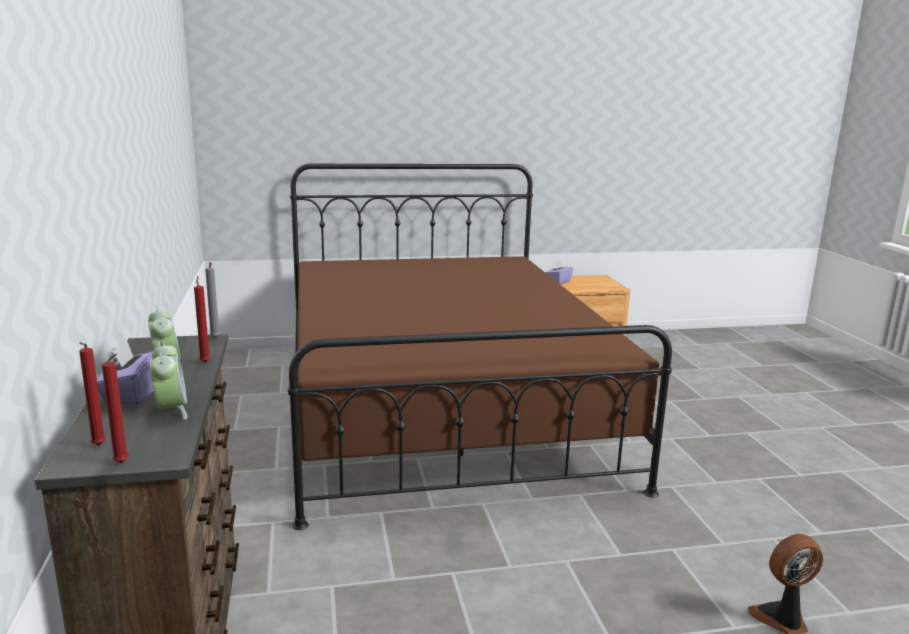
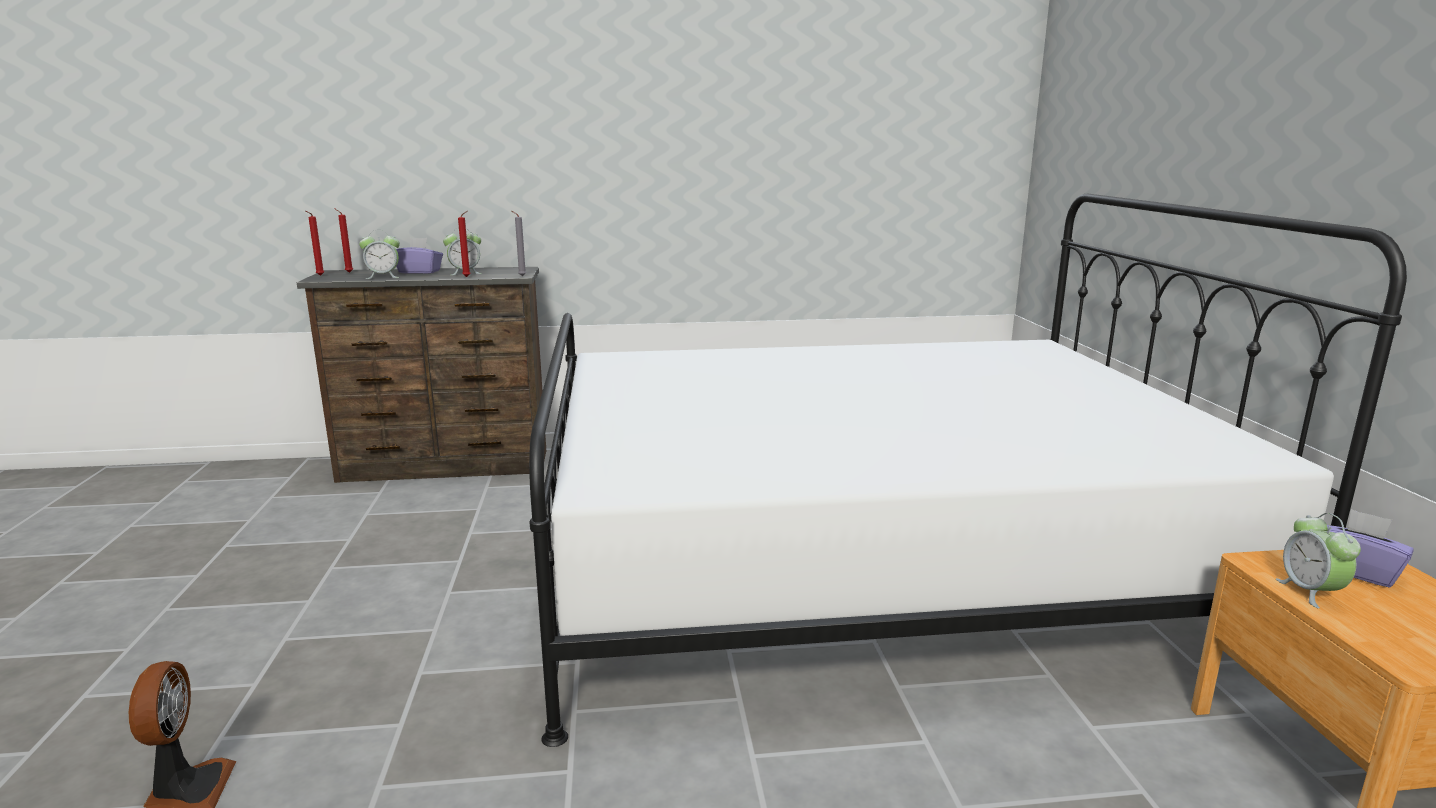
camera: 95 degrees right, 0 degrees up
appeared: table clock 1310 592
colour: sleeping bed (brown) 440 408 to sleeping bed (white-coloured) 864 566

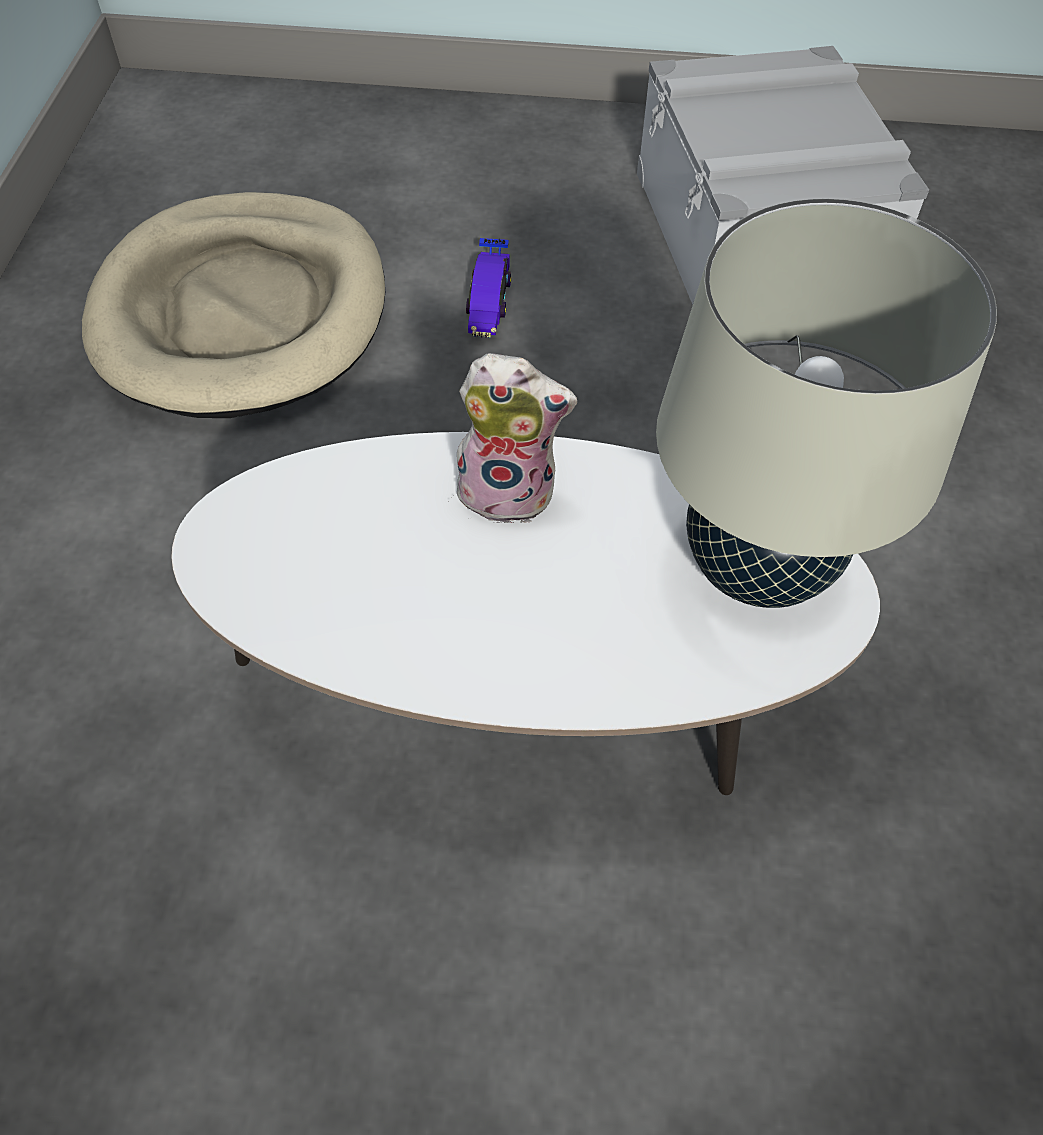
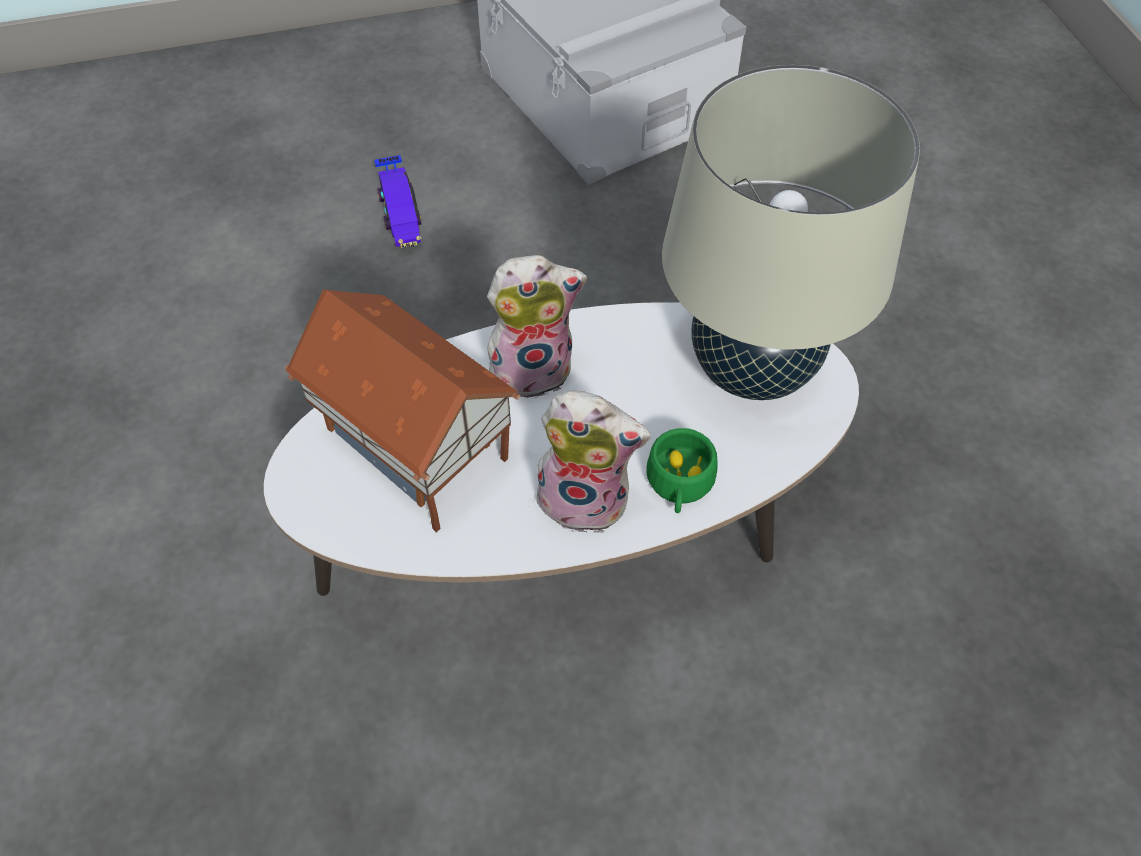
camera: 20 degrees left, 0 degrees up
missing: dog bed (beige-coloured) 242 312
appeared: miniature house 413 450; soft toy 586 498; drinking cup (greenish) 679 485

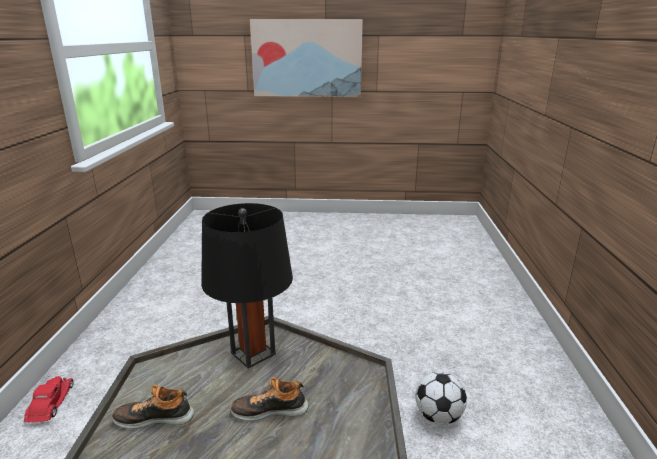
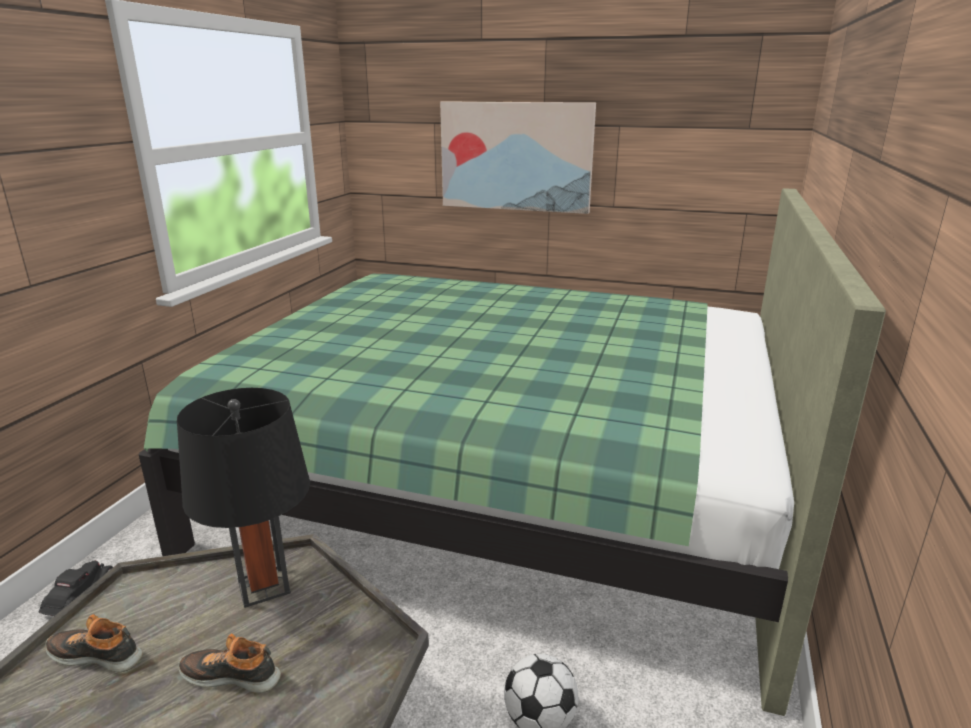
camera: 15 degrees right, 0 degrees up
appeared: sleeping bed (greenish) 505 478
colour: model car (red-coloured) 50 403 to model car (black-coloured) 78 594

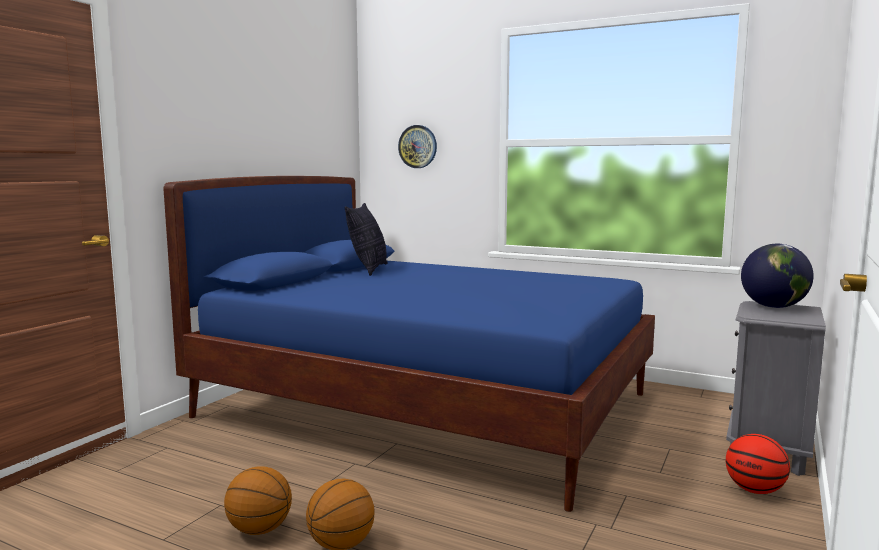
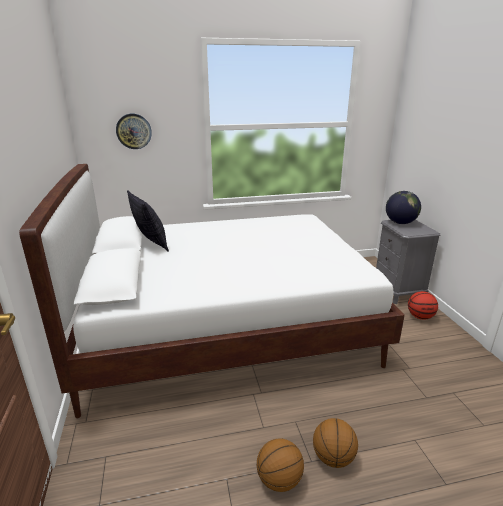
camera: 40 degrees left, 15 degrees up
colour: sleeping bed (blue-coloured) 427 405 to sleeping bed (white-coloured) 225 326

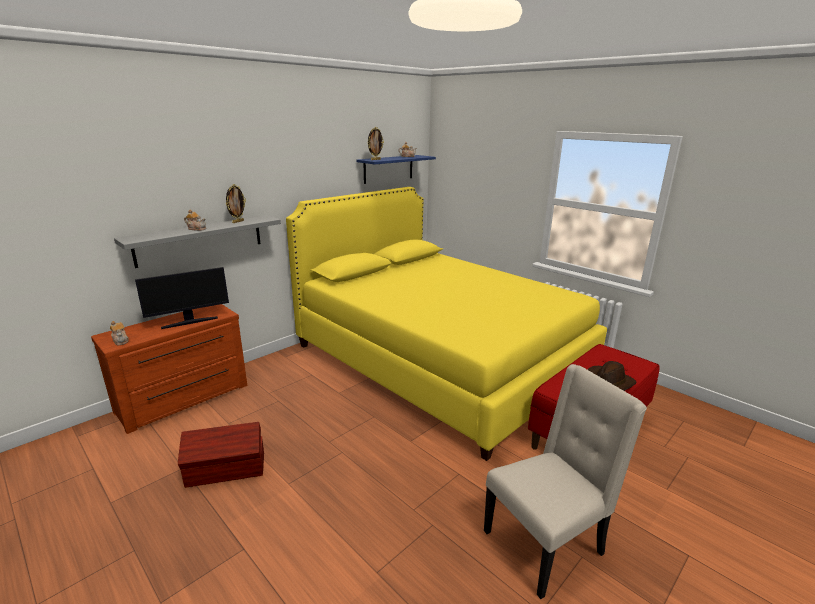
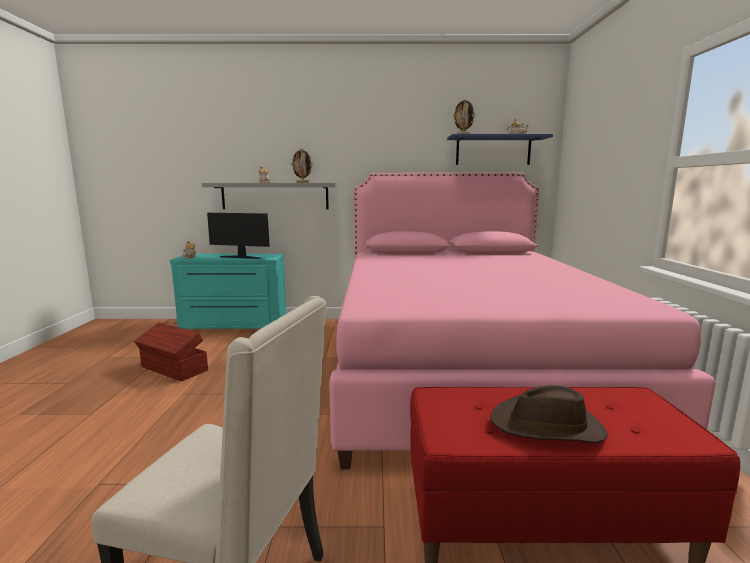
camera: 45 degrees right, 10 degrees down
colour: drawer chest (brown) 185 399 to drawer chest (turquoise-coloured) 233 325; sleeping bed (yellow-coloured) 440 359 to sleeping bed (pink) 464 368

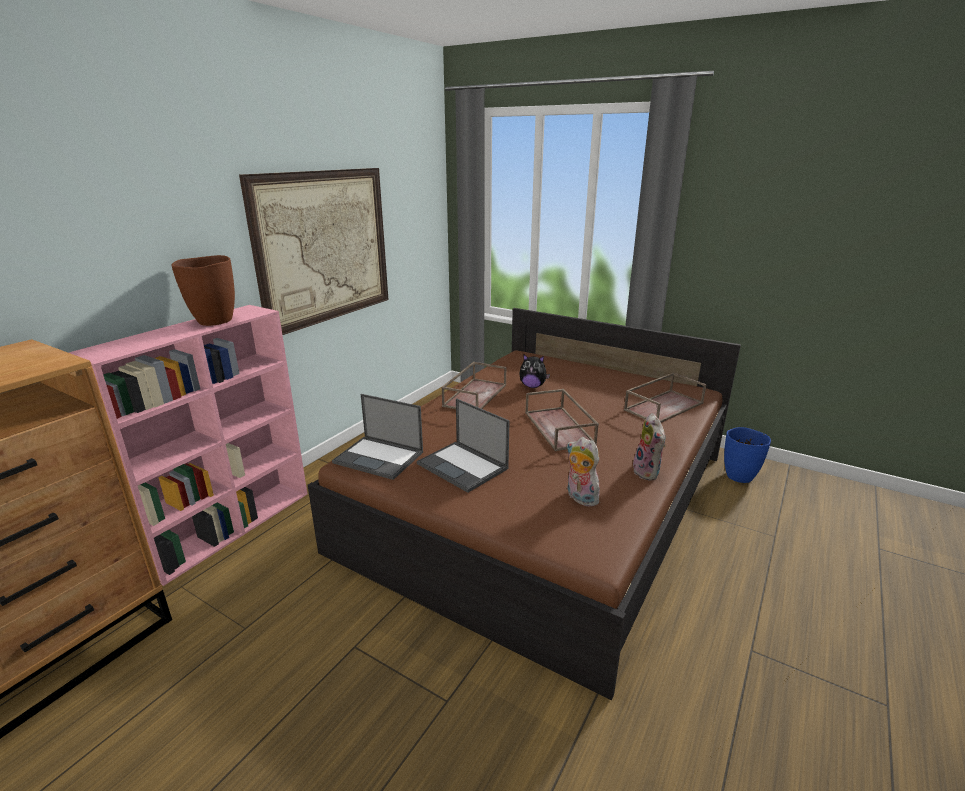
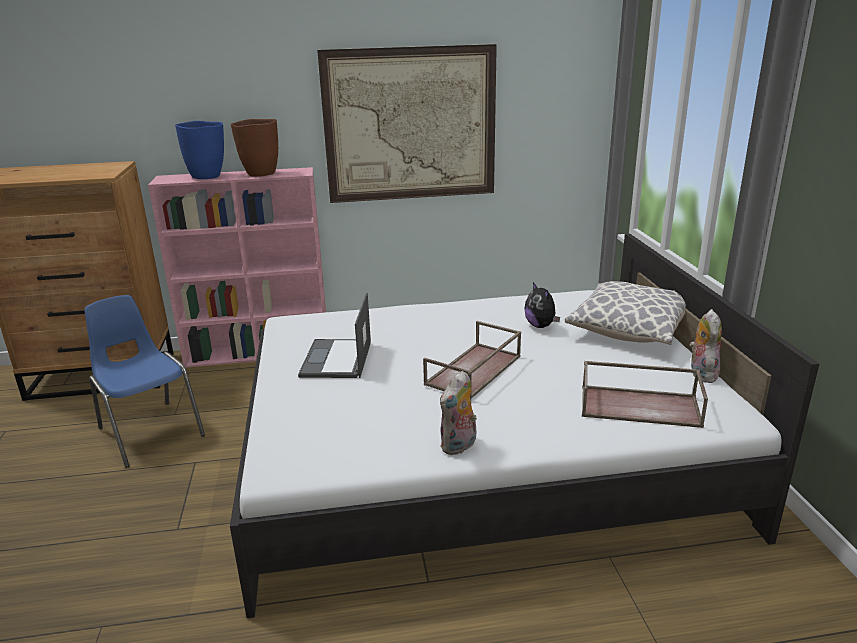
camera: 50 degrees right, 0 degrees up
missing: notebook computer 380 457; tray (brown) 475 395
appeared: upright chair (blue-coloured) 150 431; pillow 629 331
relocated: decorative vase (blue-coloured) 739 476 to 207 176; soft toy 579 498 to 700 373
colour: sleeping bed (brown) 543 500 to sleeping bed (white-coloured) 479 457

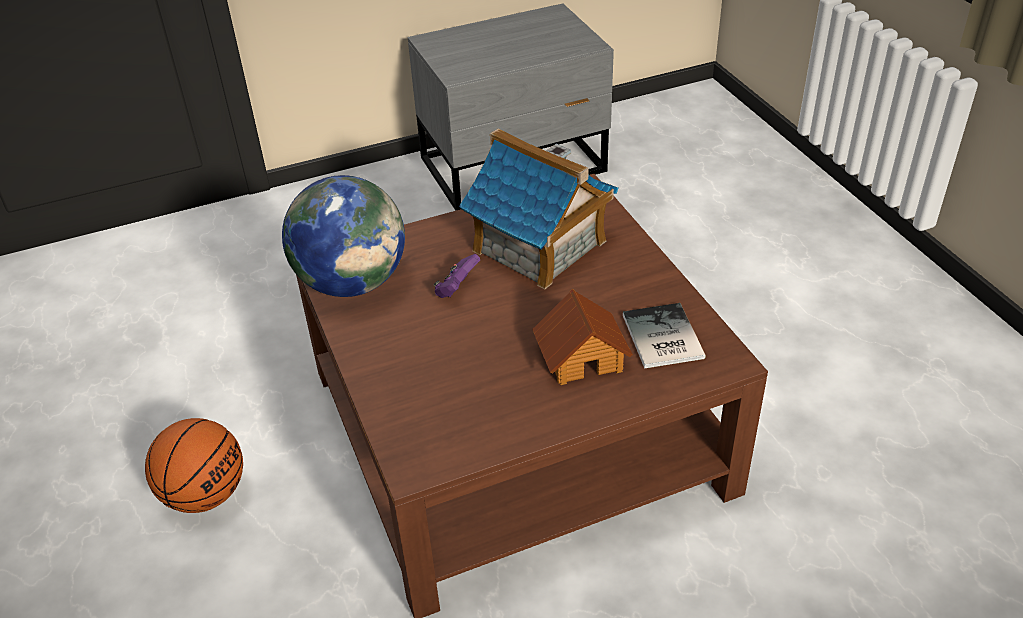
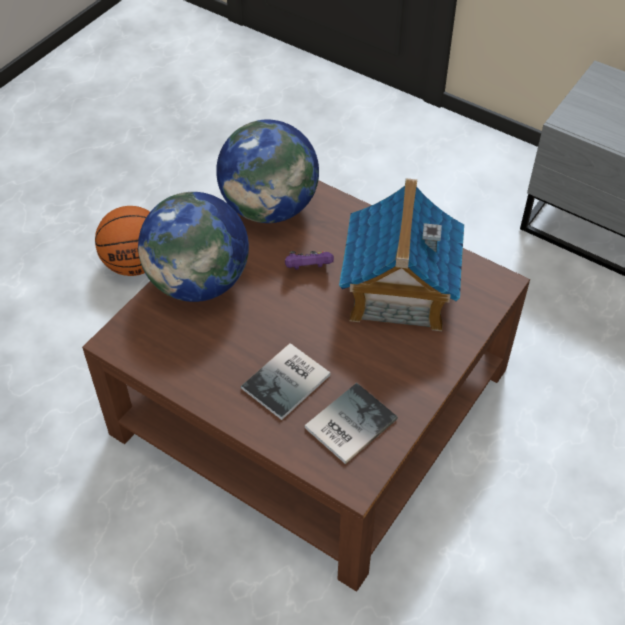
camera: 55 degrees right, 10 degrees up
appeared: globe 199 282
exchanged: miniature house 581 356 to bound book 289 381

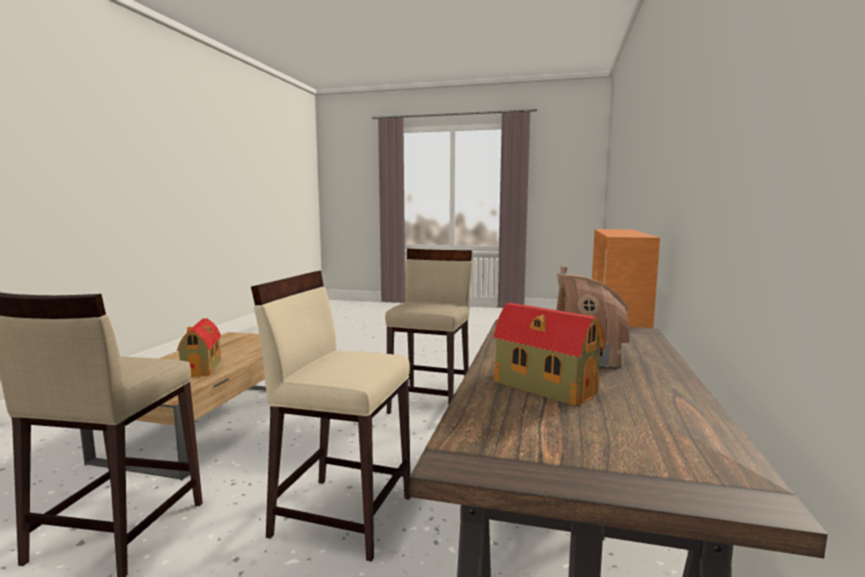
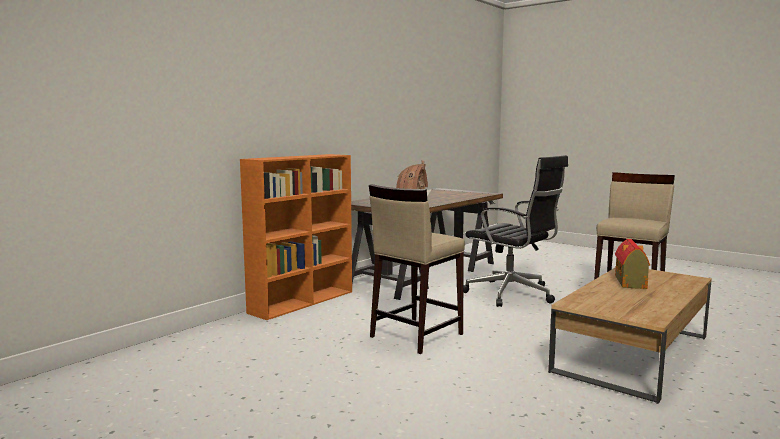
camera: 155 degrees left, 0 degrees up
missing: miniature house 542 386
exchanged: stool seat (beige-coloured) 342 514 to office chair (black-coloured) 512 294

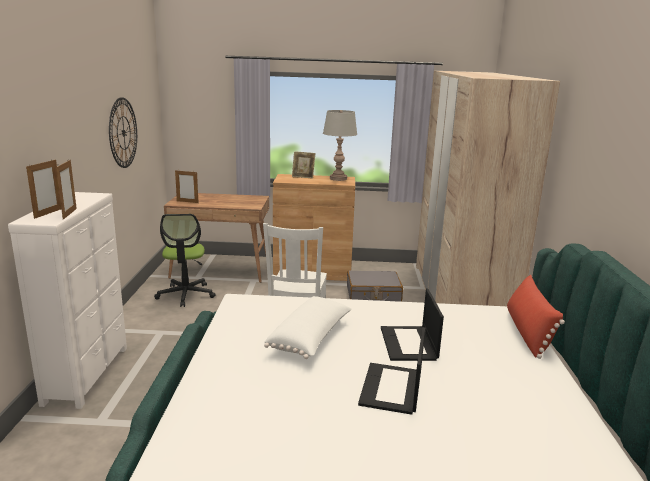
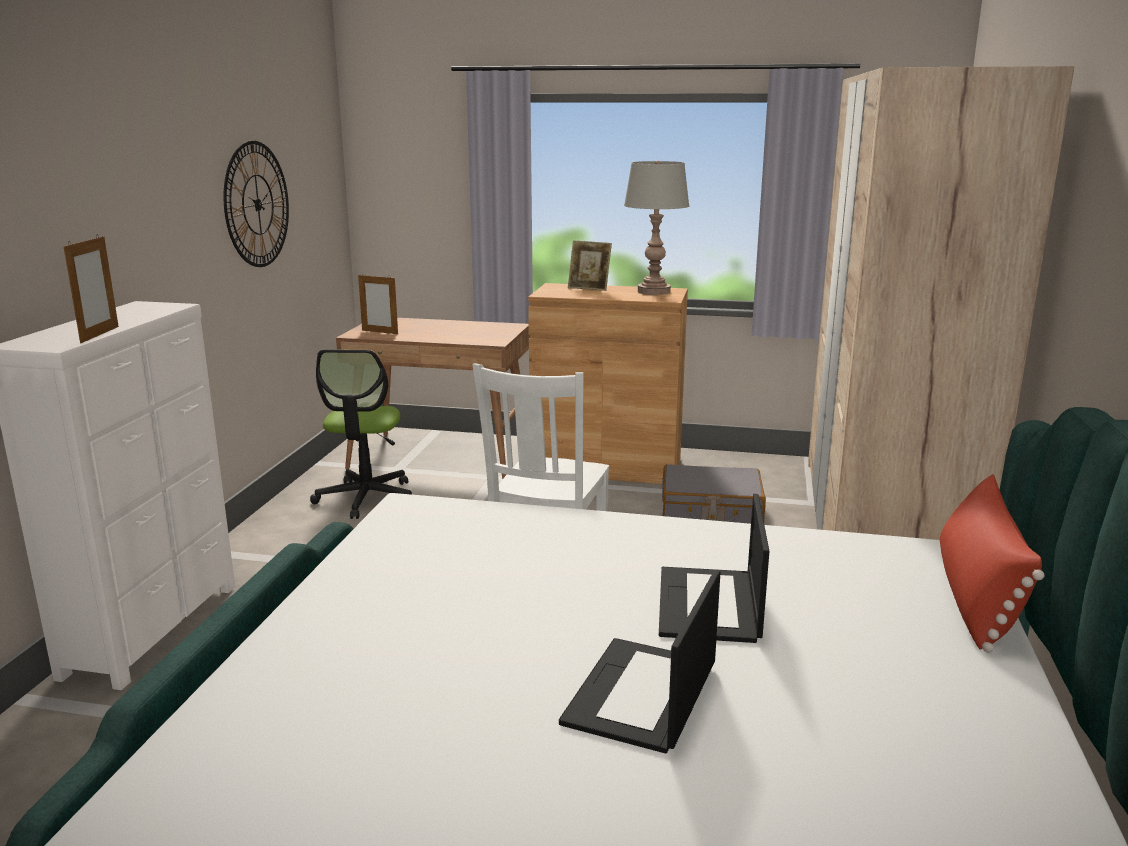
camera: 10 degrees right, 0 degrees up
missing: picture frame 48 213; pillow (white-coloured) 311 338

